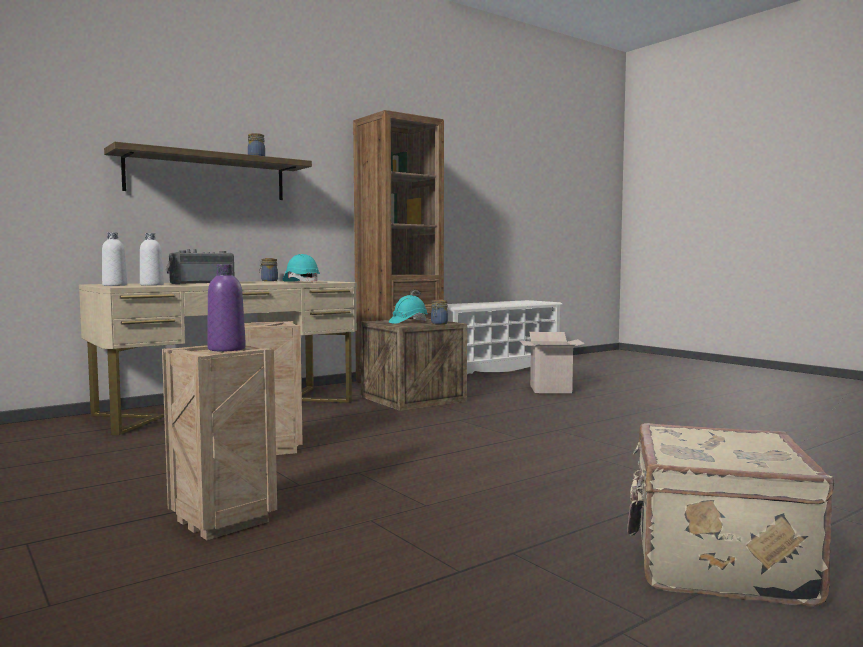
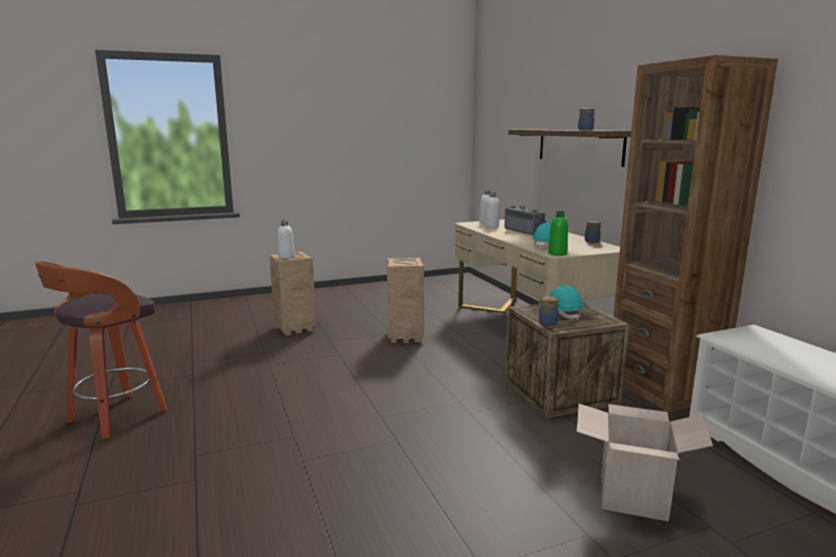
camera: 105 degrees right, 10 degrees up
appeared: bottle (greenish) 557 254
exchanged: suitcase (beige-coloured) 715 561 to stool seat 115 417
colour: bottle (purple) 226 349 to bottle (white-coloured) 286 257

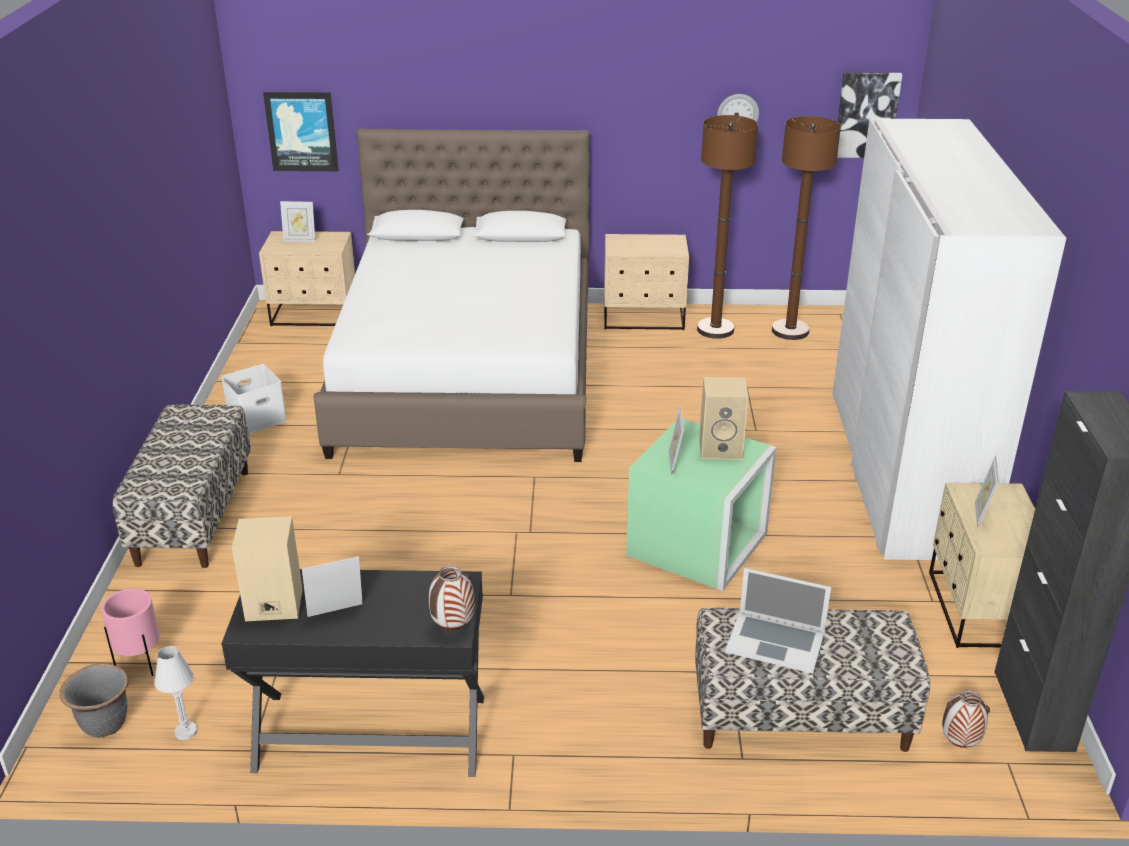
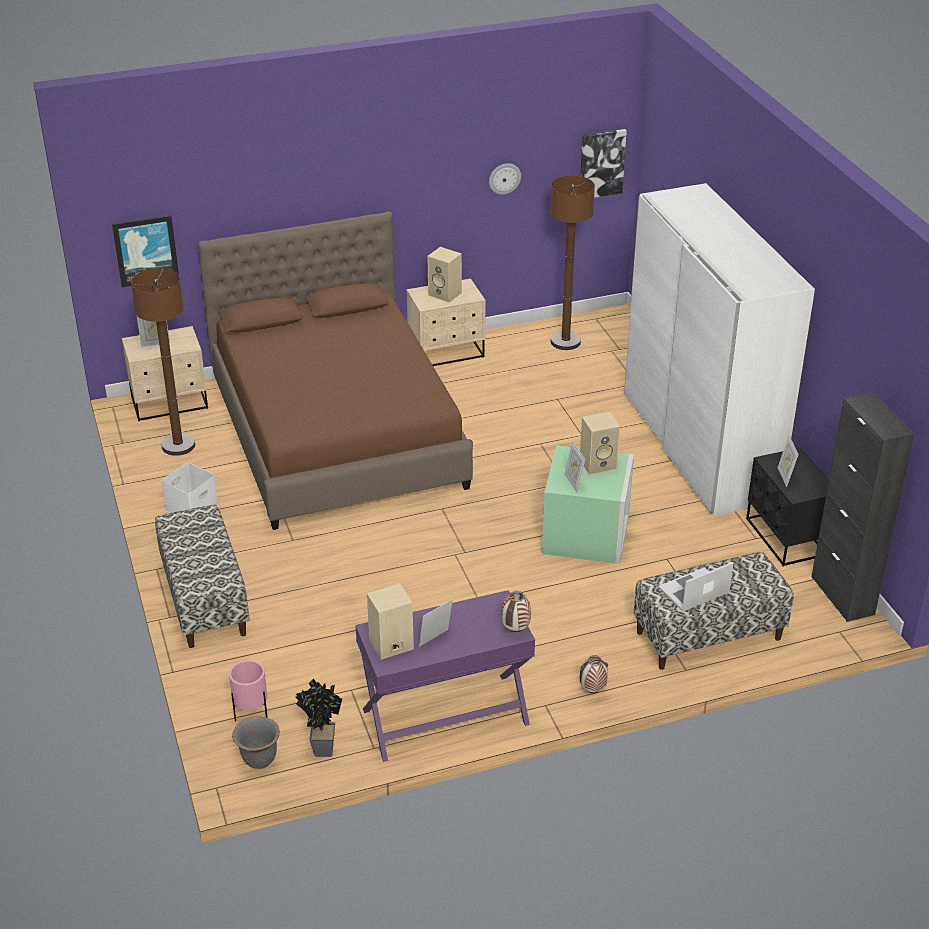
camera: 20 degrees left, 5 degrees up
appeared: loudspeaker (beige-coloured) 445 294
relocated: standard lamp (brown) 715 329 to 178 445; decorative vase 959 744 to 592 691
exchanged: lamp for a table (white-coloured) 186 732 to plant in a pot 320 748
colour: sleeping bed (white-coloured) 468 375 to sleeping bed (brown) 337 433; desk table (black-coloured) 370 734 to desk table (purple) 445 717; bedside table (beige-coloured) 976 610 to bedside table (black-coloured) 785 538
spun: notebook computer 775 641 = 694 590 150 degrees clockwise

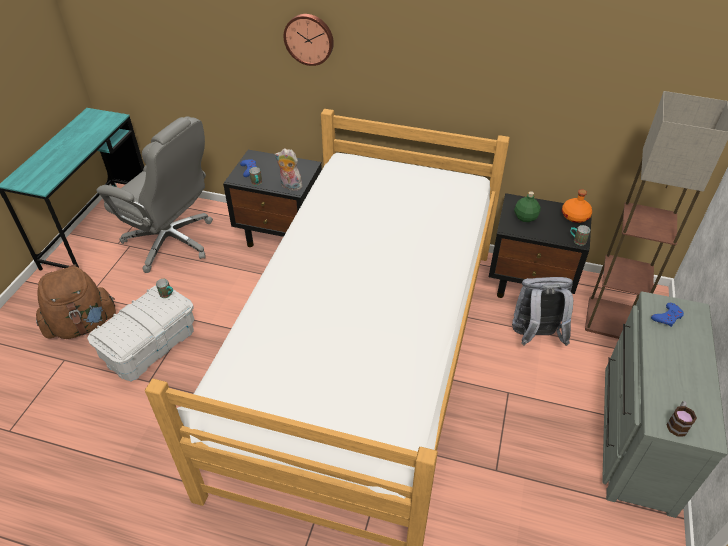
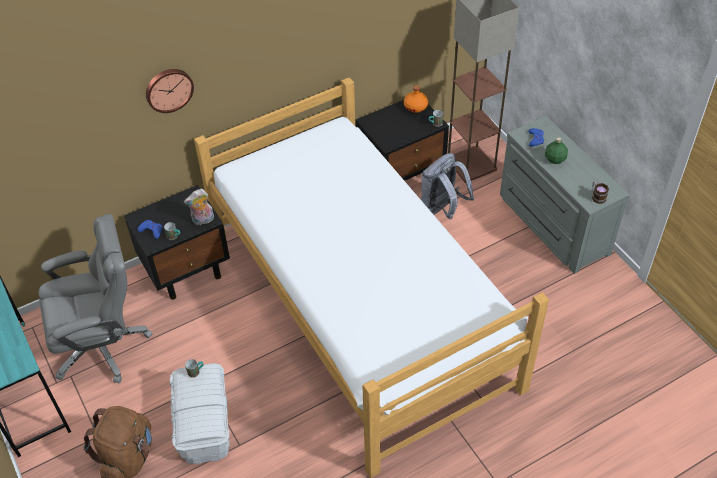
camera: 45 degrees left, 5 degrees up
relocated: bottle (greenish) 525 217 to 555 159

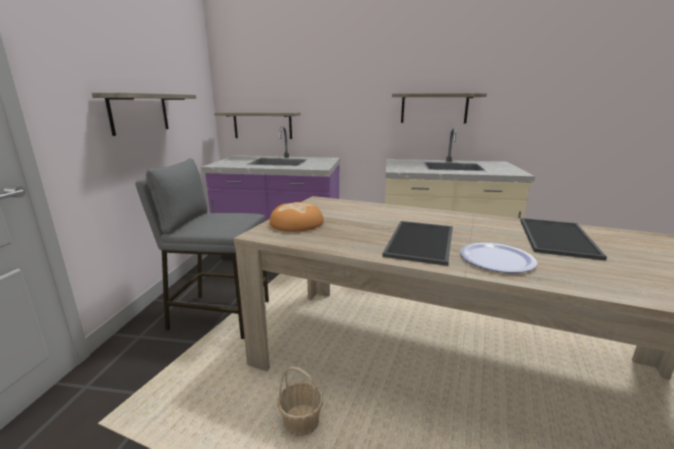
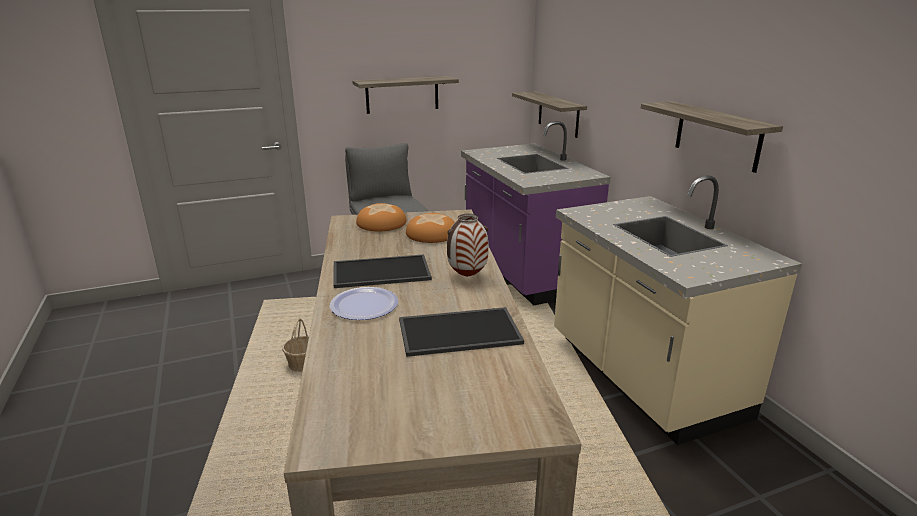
camera: 60 degrees right, 5 degrees up
appeared: bakery bread 432 234; decorative vase 467 276

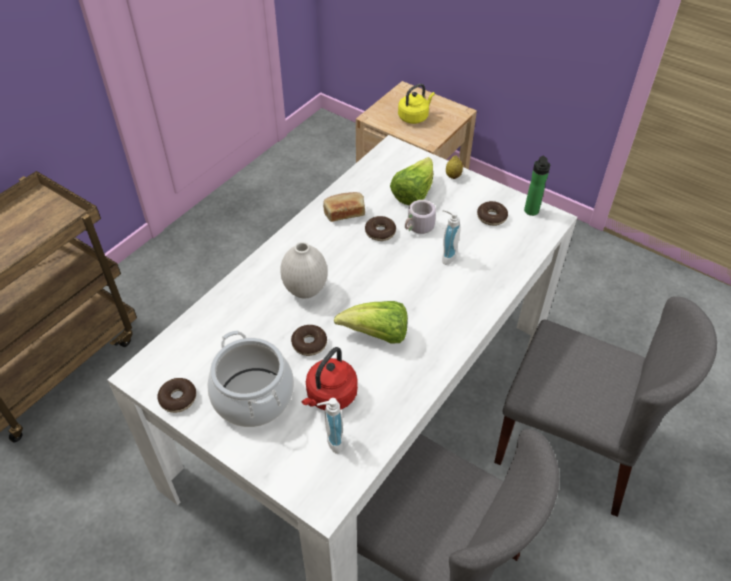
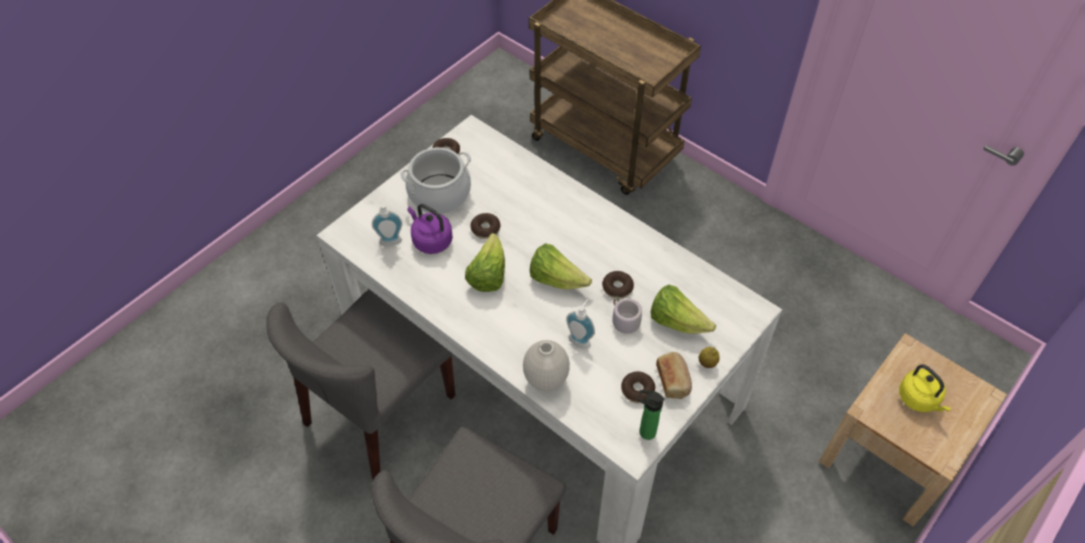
camera: 95 degrees right, 5 degrees up
appeared: lettuce 556 279
relocated: decorative vase (white-coloured) 306 291 to 545 381; bakery bread 344 213 to 673 380
colour: kettle (red-coloured) 330 396 to kettle (purple) 431 240

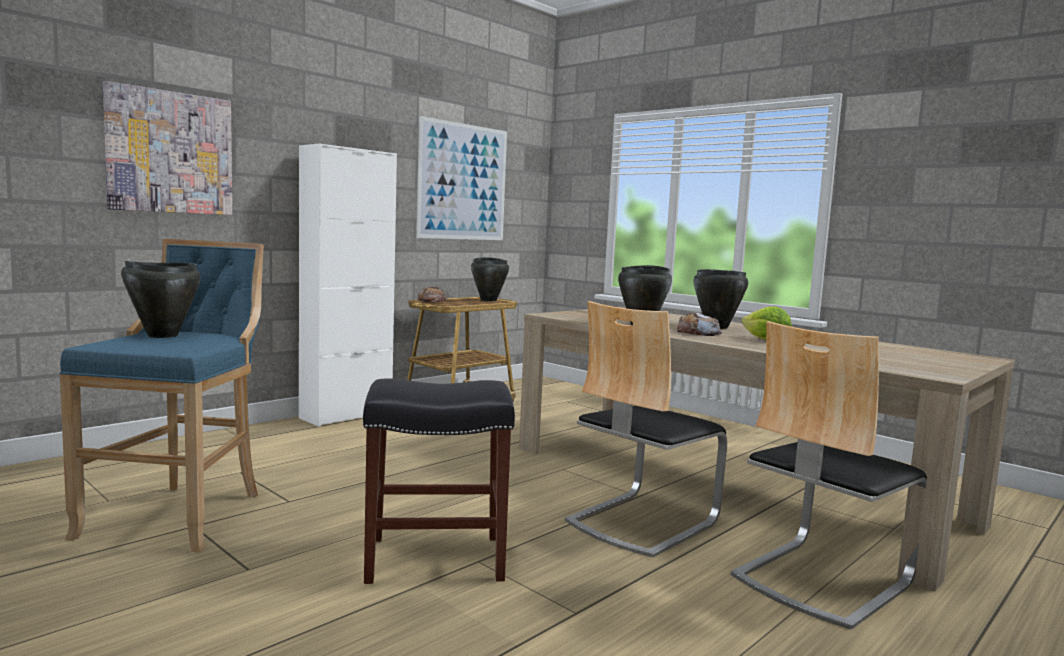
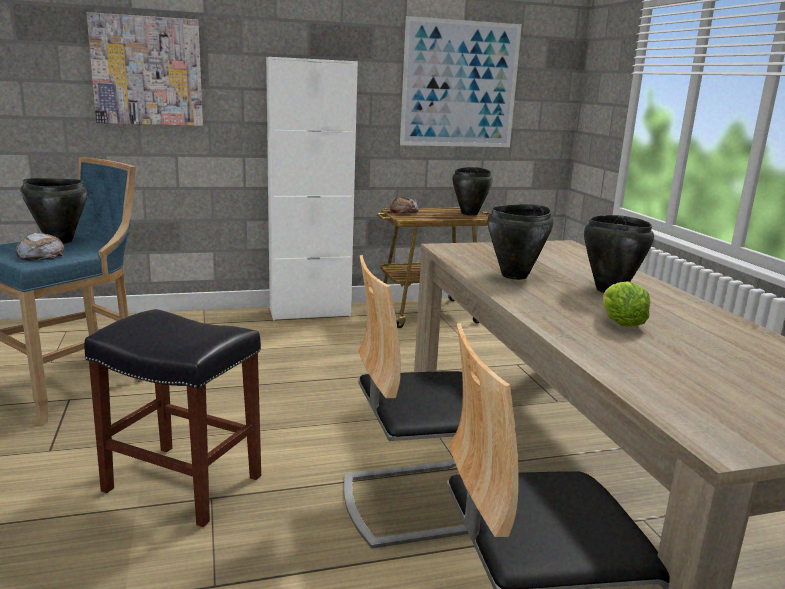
camera: 30 degrees right, 10 degrees up
relocated: bakery bread 698 333 to 40 255

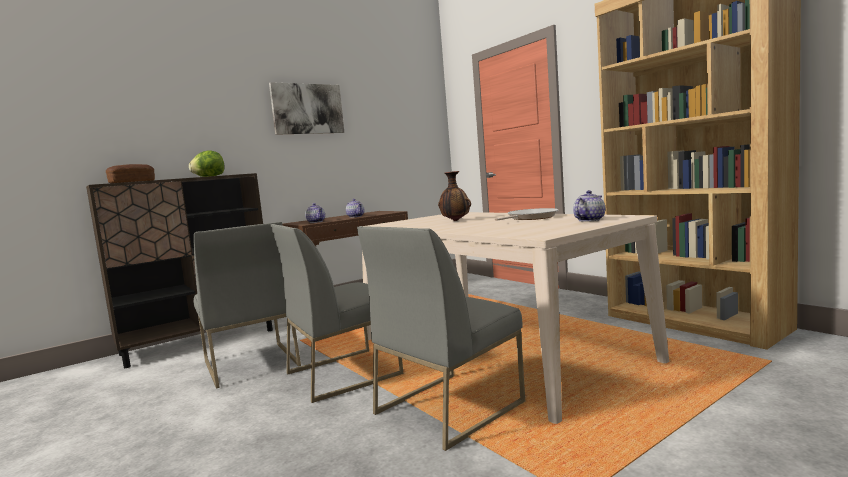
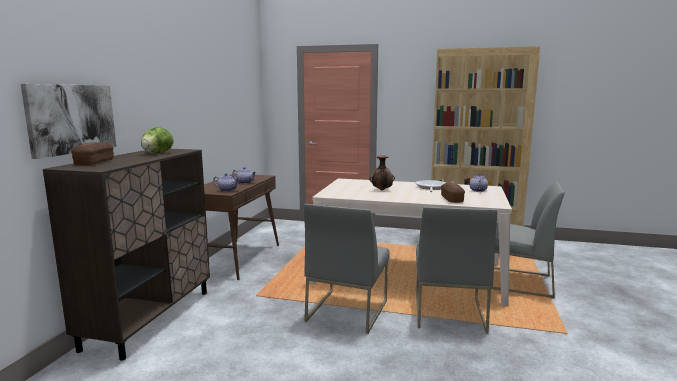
camera: 40 degrees left, 5 degrees up
appeared: bakery bread 452 199
relocated: picture 307 109 to 71 118; upright chair (grey) 250 363 to 518 282

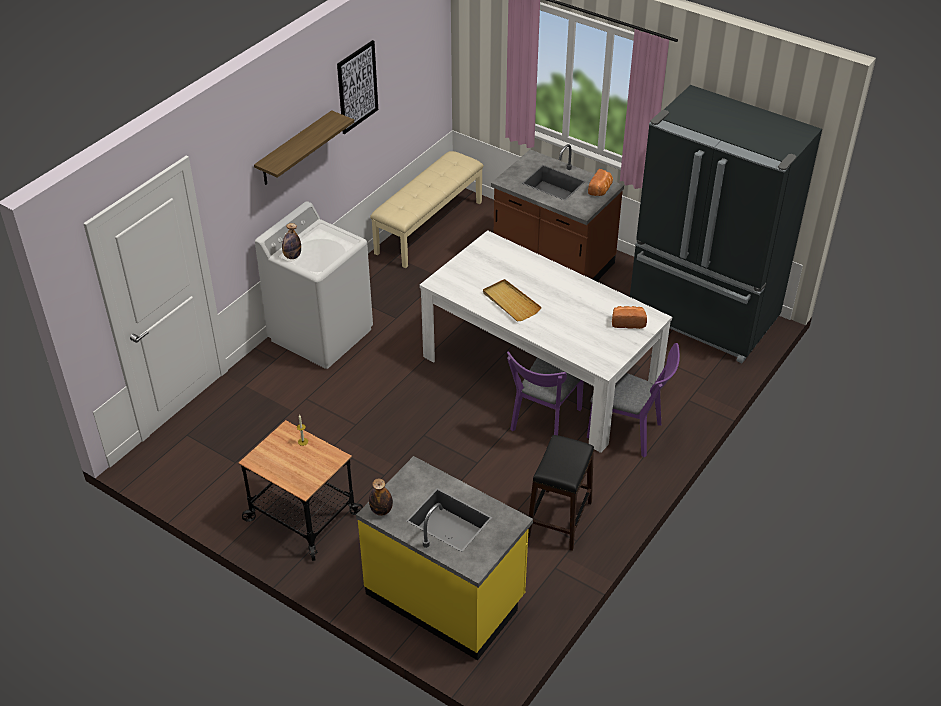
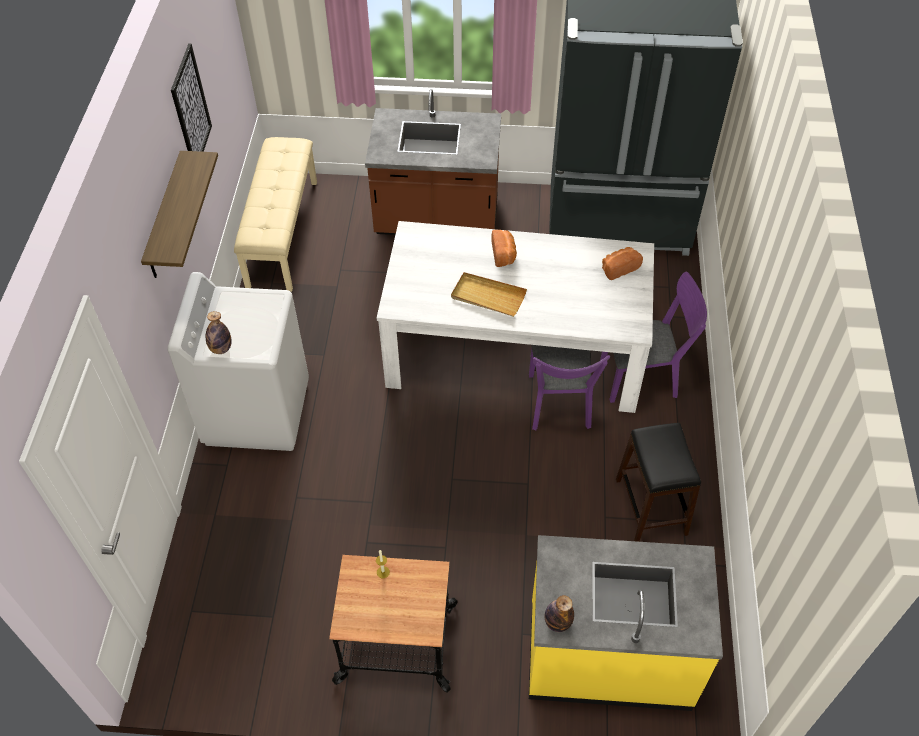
camera: 30 degrees left, 10 degrees up
relocated: bakery bread 601 190 to 504 254

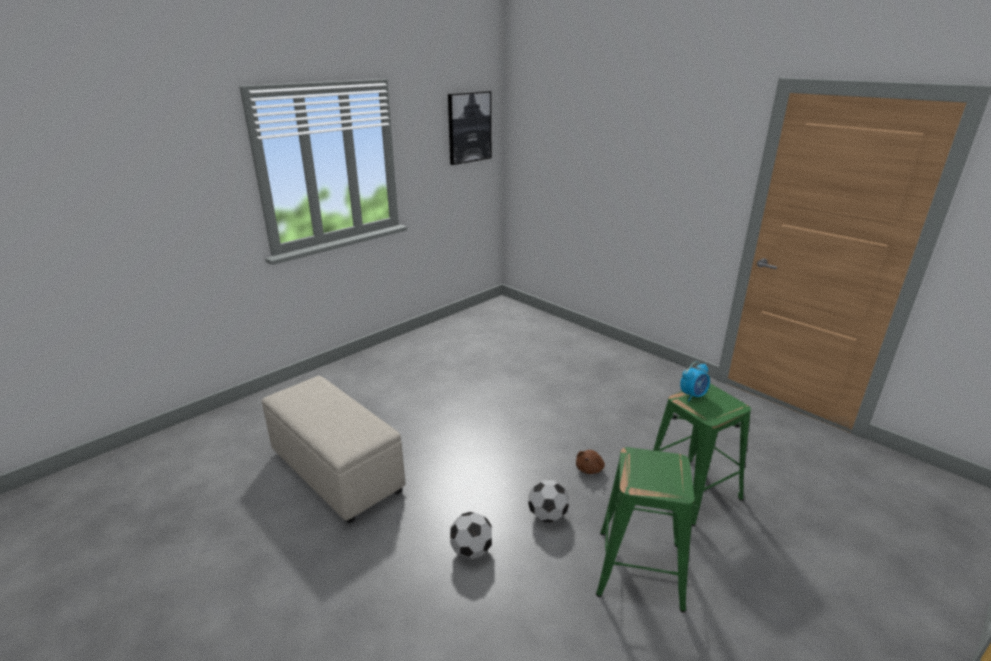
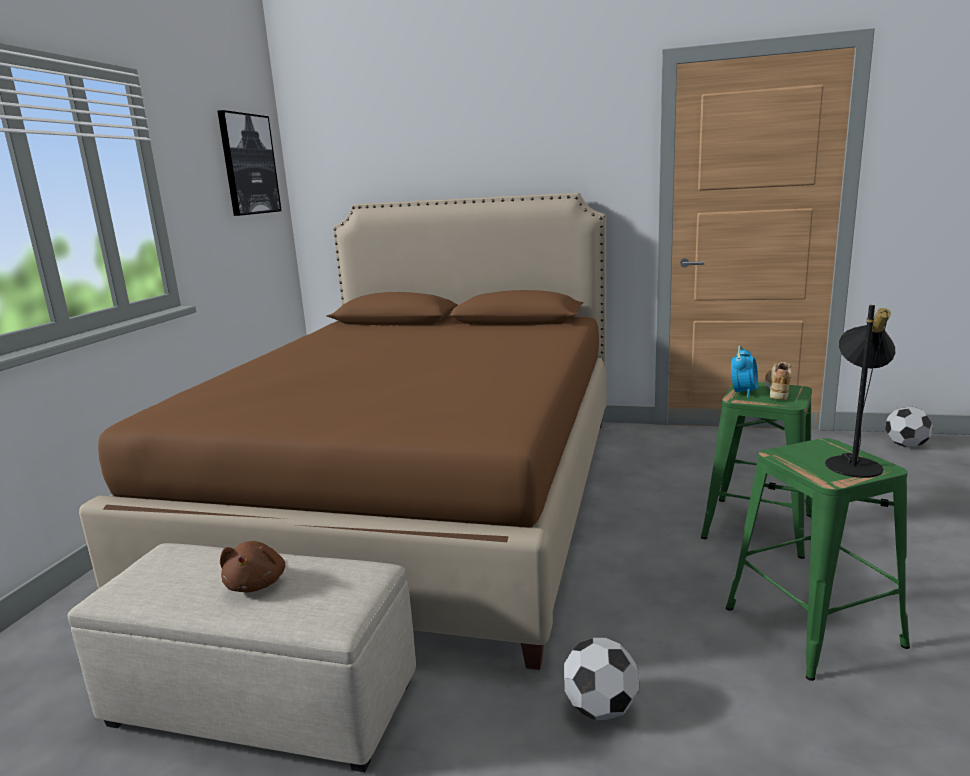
camera: 30 degrees left, 10 degrees down
appeared: sleeping bed (brown) 418 497; shoe (beige-coloured) 777 392; lamp for a table (black-coloured) 854 463
relocated: soft toy (brown) 590 469 to 257 584; football 547 515 to 905 445

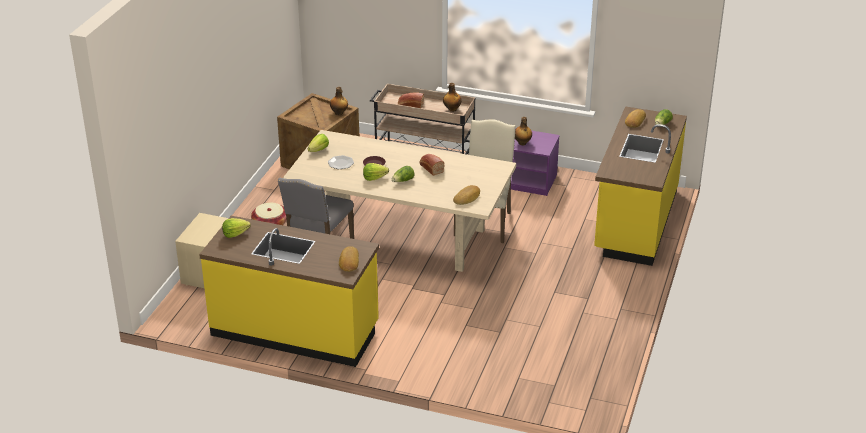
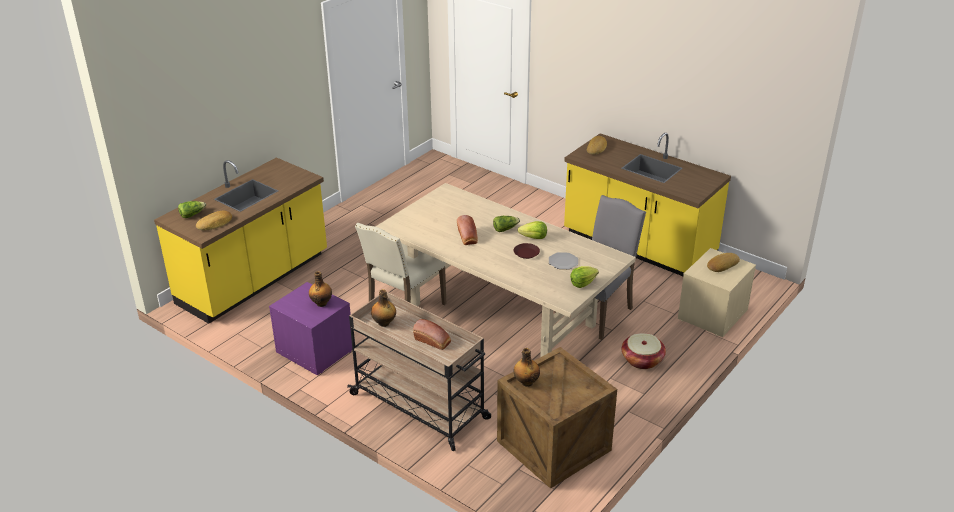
camera: 160 degrees left, 0 degrees up
missing: lettuce 235 234
relocated: bakery bread 467 198 to 722 265

